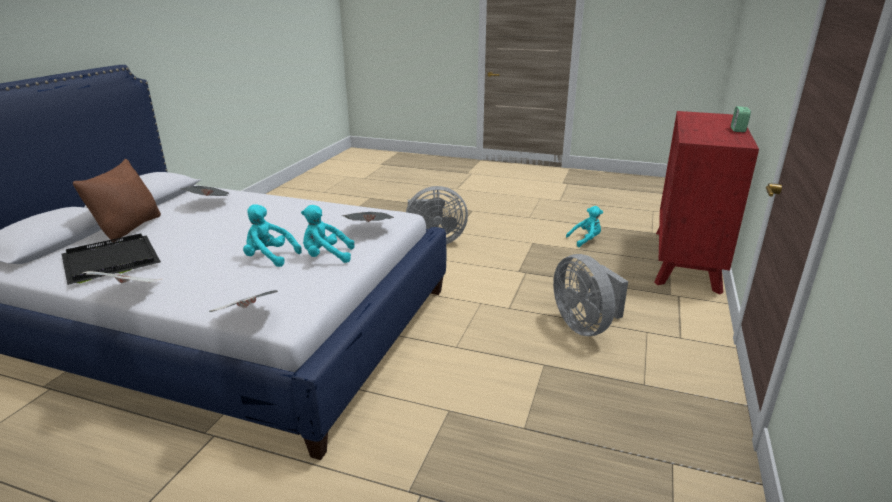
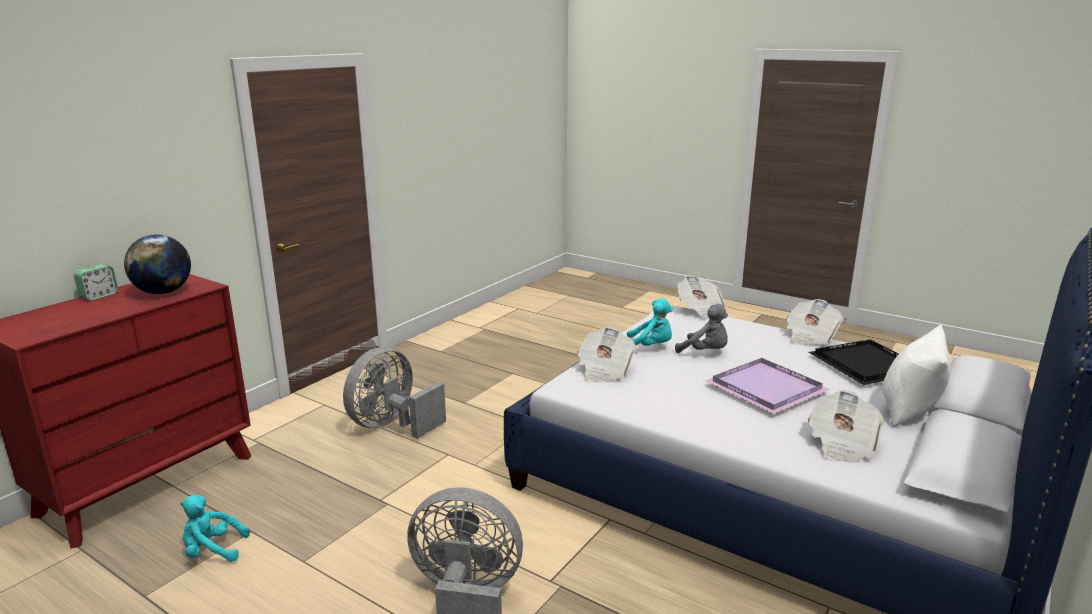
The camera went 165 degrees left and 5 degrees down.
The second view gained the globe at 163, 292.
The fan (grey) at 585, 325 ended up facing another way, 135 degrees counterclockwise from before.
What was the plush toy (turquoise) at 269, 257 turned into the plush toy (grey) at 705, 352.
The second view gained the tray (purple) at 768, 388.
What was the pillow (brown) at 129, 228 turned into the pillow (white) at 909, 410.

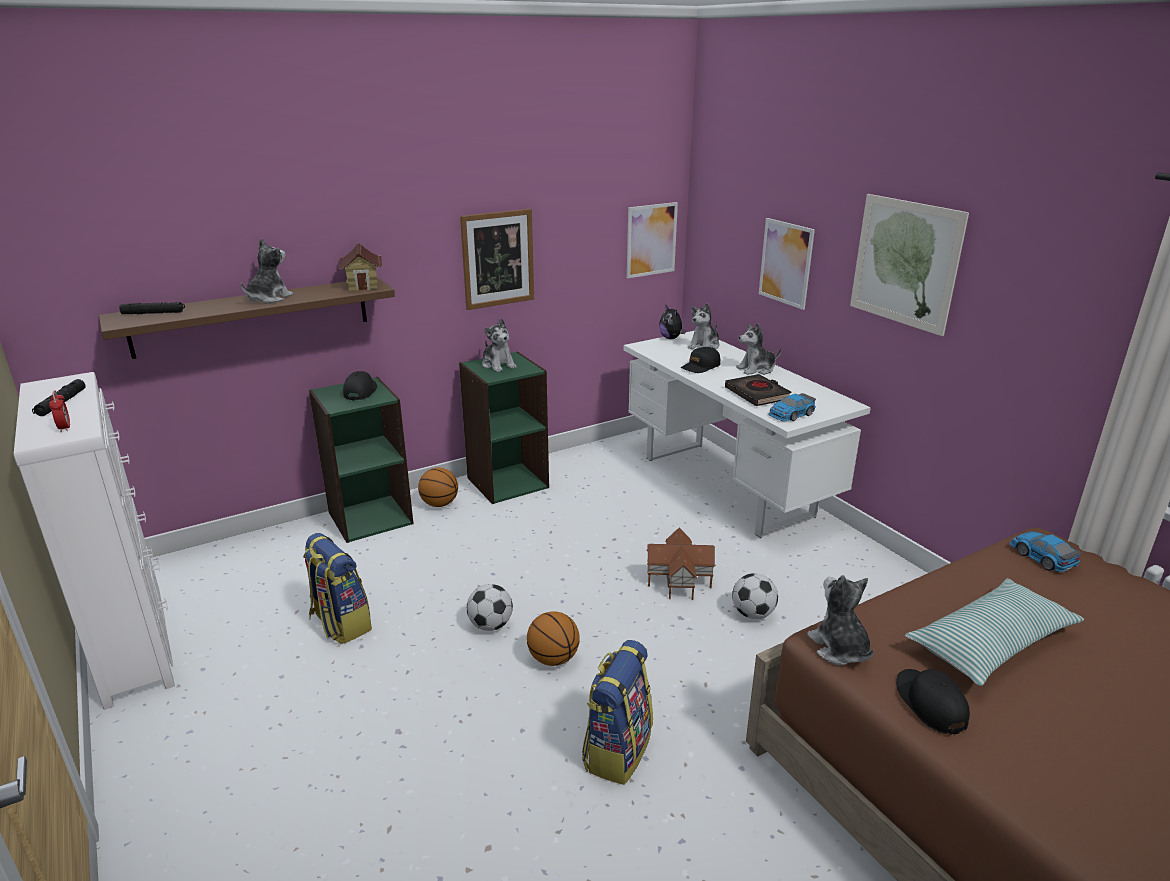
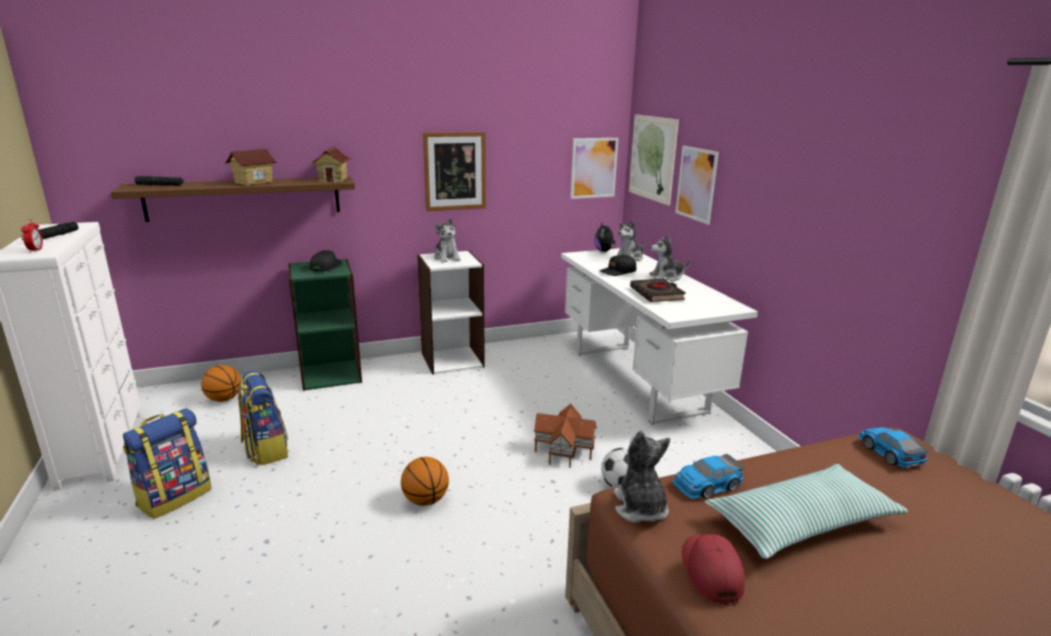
The camera went 10 degrees right and 5 degrees down.
The backpack ended up elsewhere, having gone from 617, 750 to 175, 497.
The basketball ended up elsewhere, having gone from 439, 504 to 224, 399.
Where the plush toy stood at 268, 298, the toy house came to stand at 253, 182.
What was the bookcase (green) at 507, 482 turned into the bookcase (white) at 452, 359.
The picture ended up elsewhere, having gone from 905, 263 to 652, 158.
The toy car ended up elsewhere, having gone from 791, 414 to 706, 485.
What was the cap (black) at 930, 704 turned into the cap (red) at 710, 571.
The second view lost the football at 490, 625.

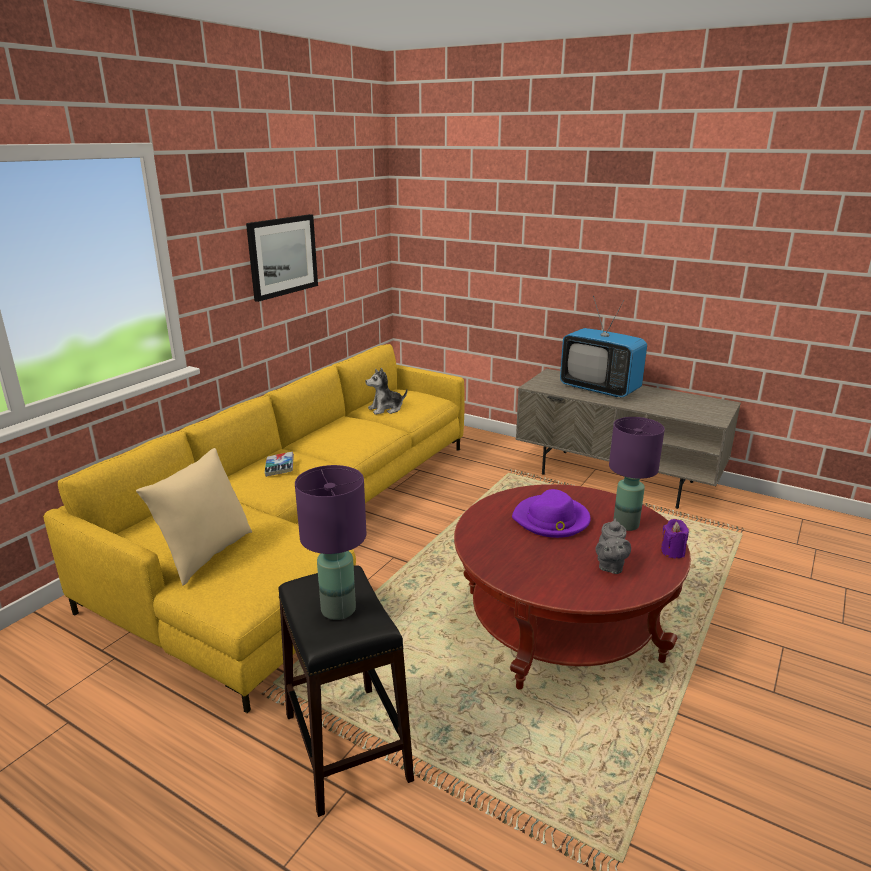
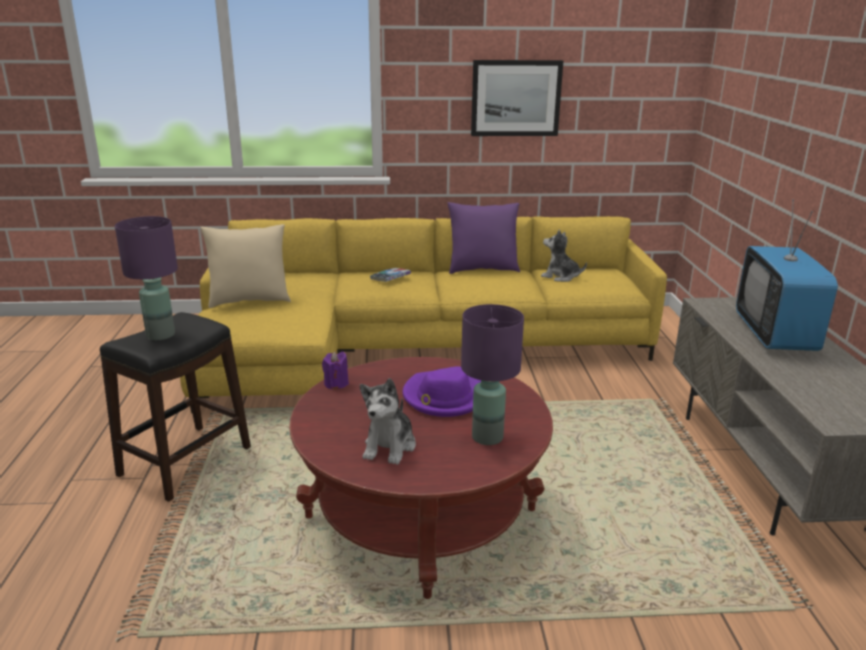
The camera went 55 degrees right and 0 degrees up.
The candle (purple) ended up elsewhere, having gone from 672, 552 to 336, 384.
Where the teapot (grey) stood at 610, 566, the plush toy came to stand at 390, 446.
The second view gained the pillow (purple) at 482, 269.

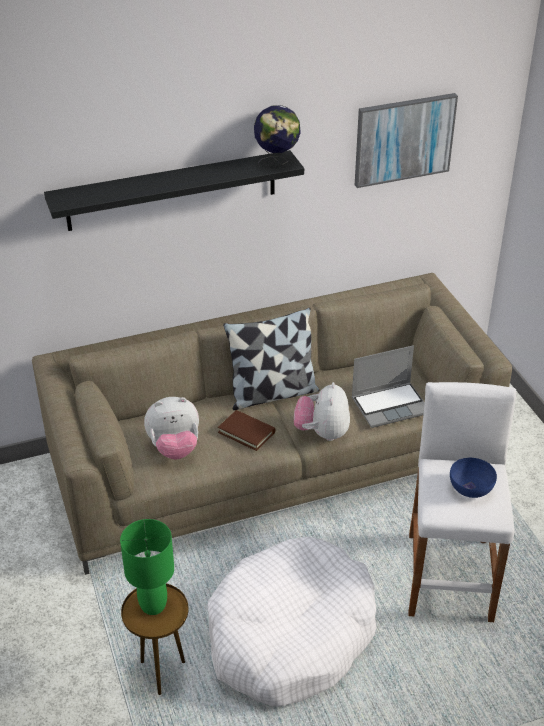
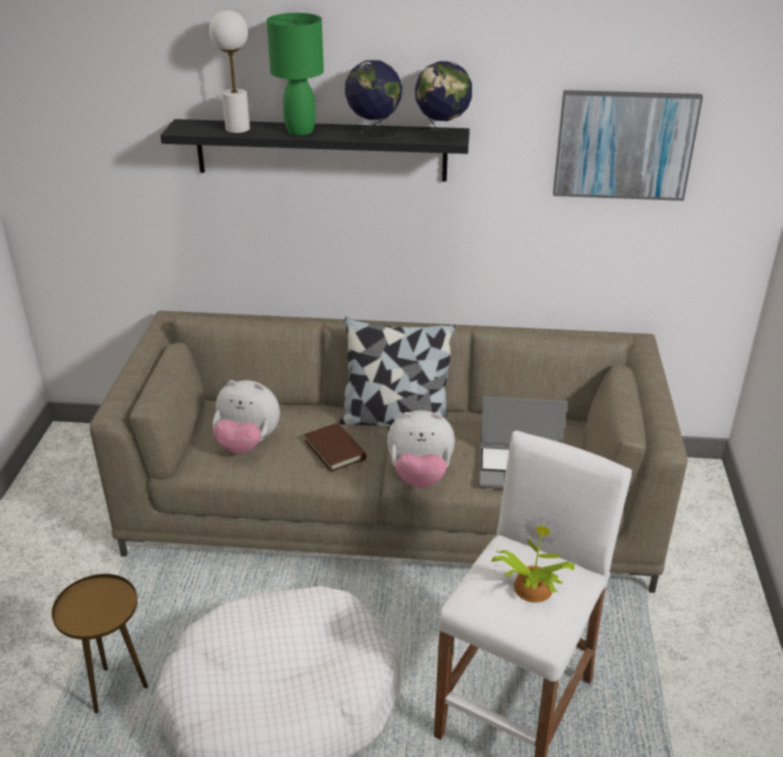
The camera went 25 degrees right and 5 degrees down.
The second view gained the table lamp (white) at 238, 129.
The table lamp (green) ended up elsewhere, having gone from 153, 605 to 300, 131.
The second view gained the globe at 373, 133.
The plush toy at 322, 433 ended up facing another way, 120 degrees counterclockwise from before.
Where the bowl (blue) stood at 470, 488, the potted plant came to stand at 531, 588.

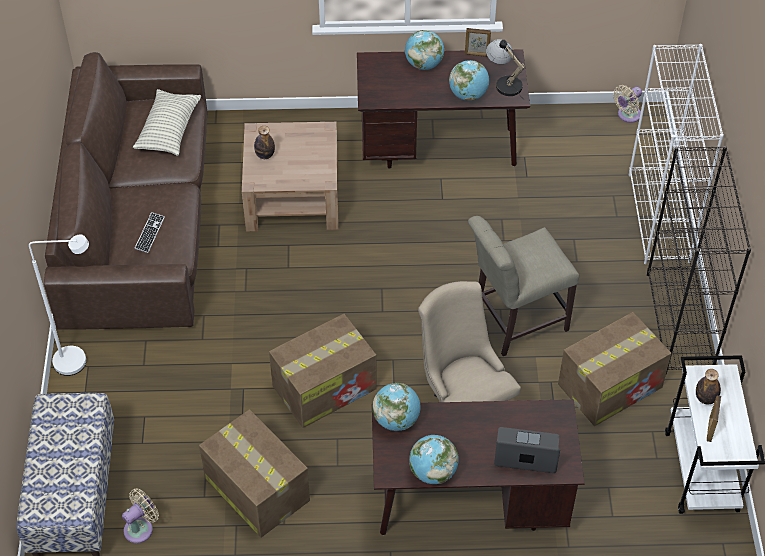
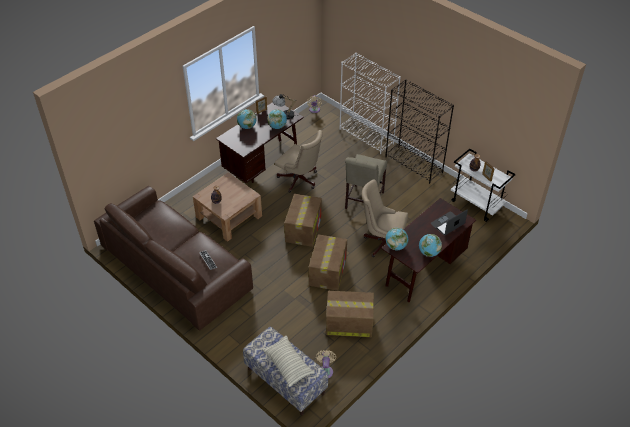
The camera went 45 degrees left and 5 degrees down.
The pillow ended up elsewhere, having gone from 169, 130 to 288, 365.
The second view gained the office chair (beige) at 300, 180.
The cardboard box ended up elsewhere, having gone from 611, 385 to 303, 229.
The second view lost the floor lamp (white) at 79, 360.

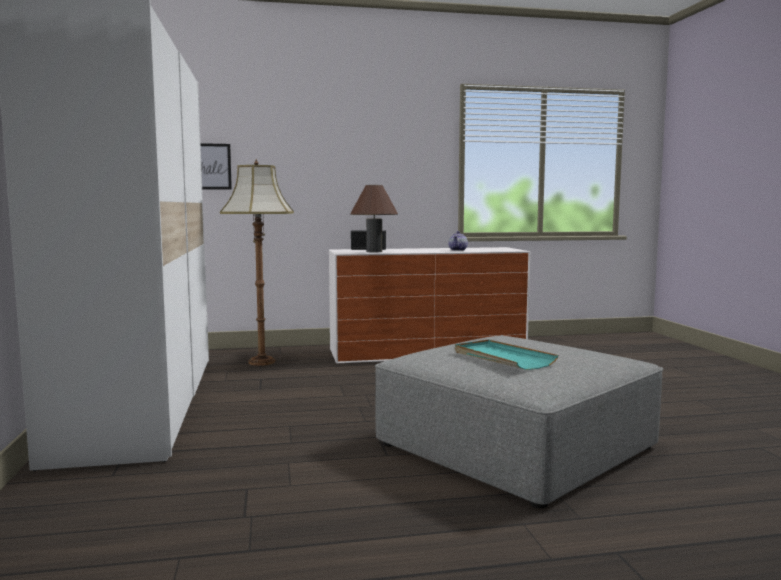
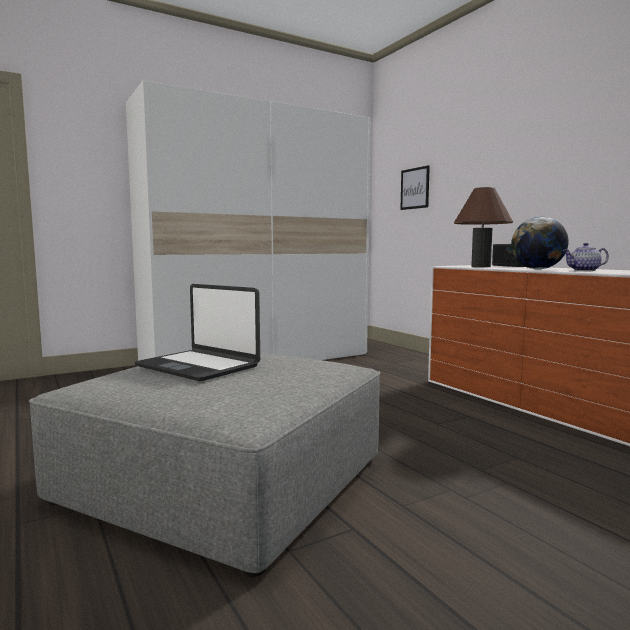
The camera went 70 degrees right and 0 degrees up.
Where the tray (turquoise) stood at 502, 358, the laptop came to stand at 199, 366.
The second view gained the globe at 537, 269.
The second view lost the floor lamp at 262, 362.

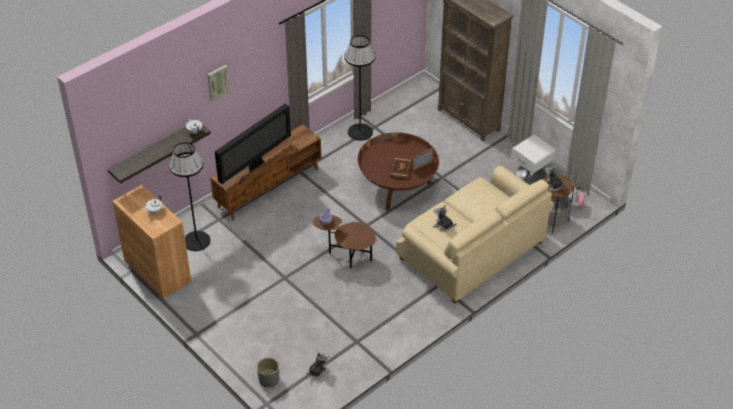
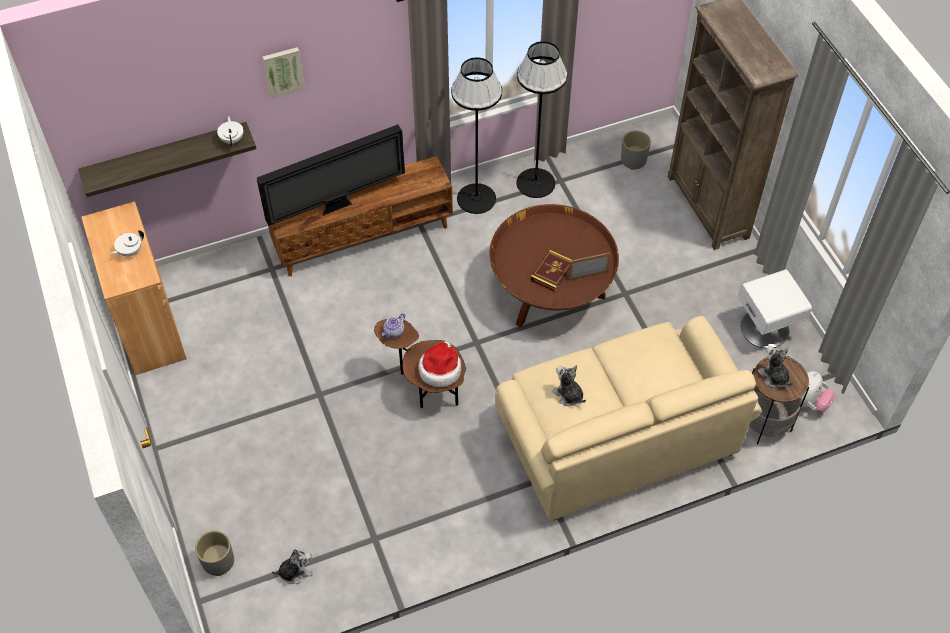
The camera went 20 degrees right and 10 degrees up.
The second view gained the hat at 440, 369.
The floor lamp (black) ended up elsewhere, having gone from 196, 241 to 476, 199.
The second view gained the planter (grey) at 633, 160.

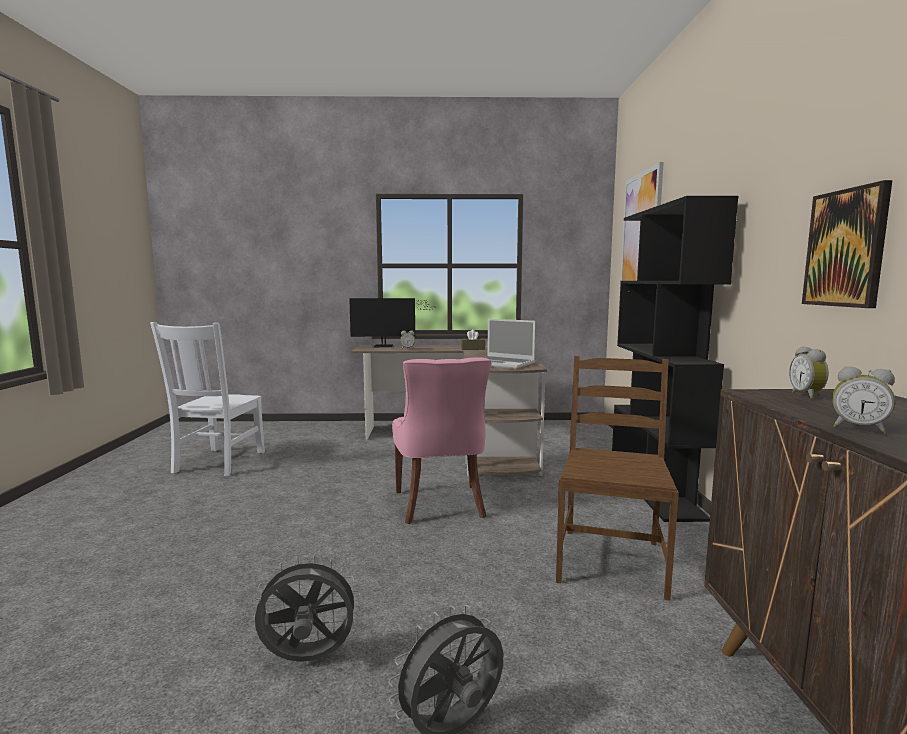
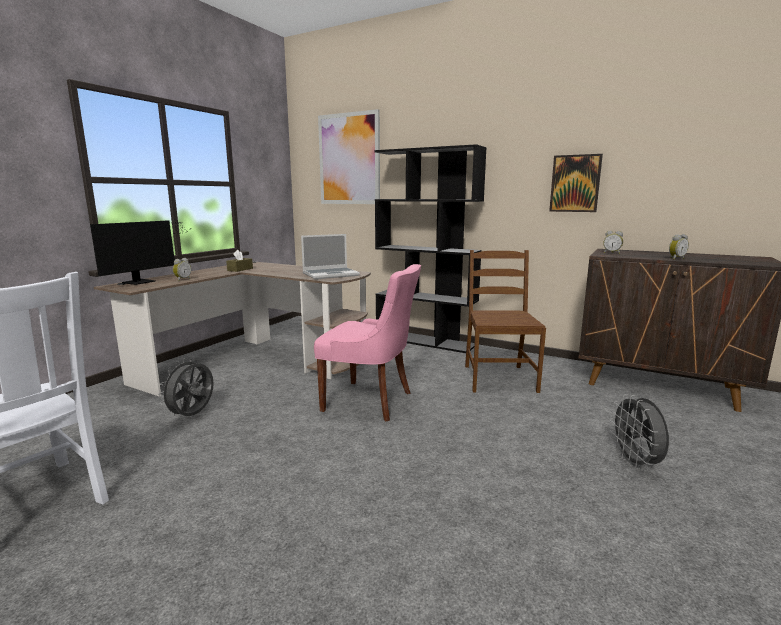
The camera went 60 degrees left and 5 degrees up.
The fan (grey) ended up elsewhere, having gone from 307, 660 to 193, 416.
The chair (brown) at 610, 560 ended up facing another way, 45 degrees clockwise from before.

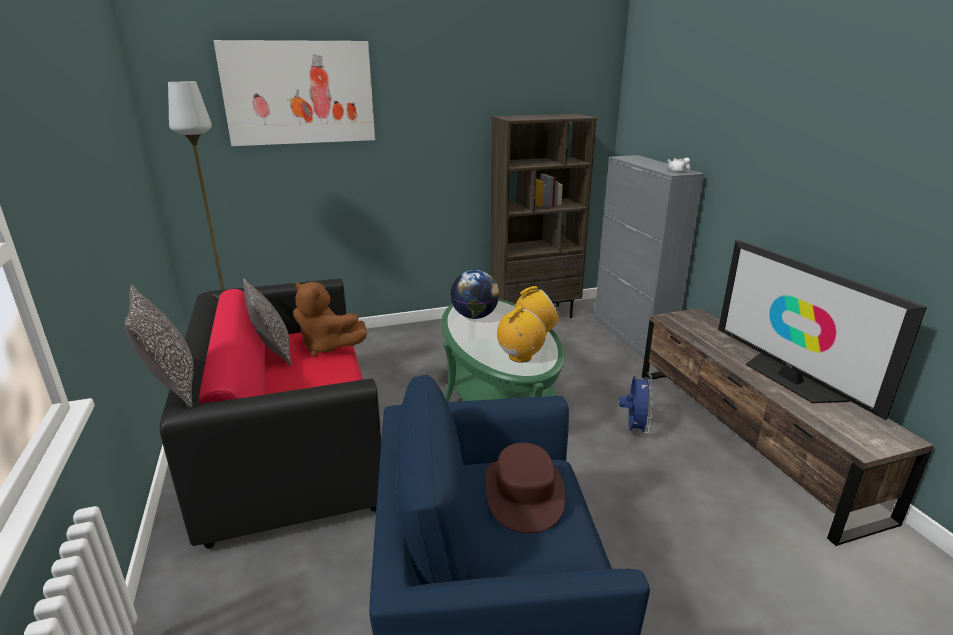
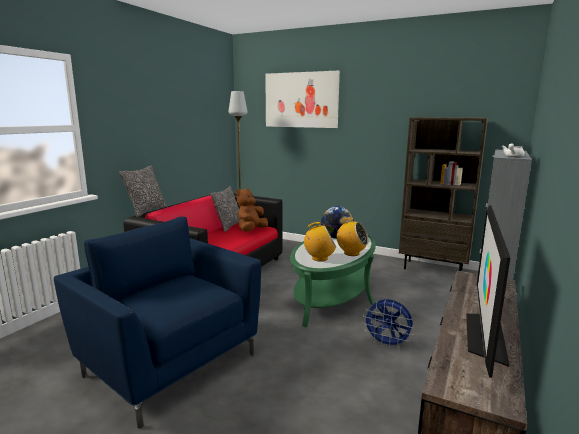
The camera went 45 degrees right and 10 degrees down.
The plush toy (brown) at 327, 347 ended up facing another way, 45 degrees clockwise from before.
The fan (blue) at 634, 429 ended up facing another way, 60 degrees clockwise from before.
The second view lost the hat (brown) at 524, 493.

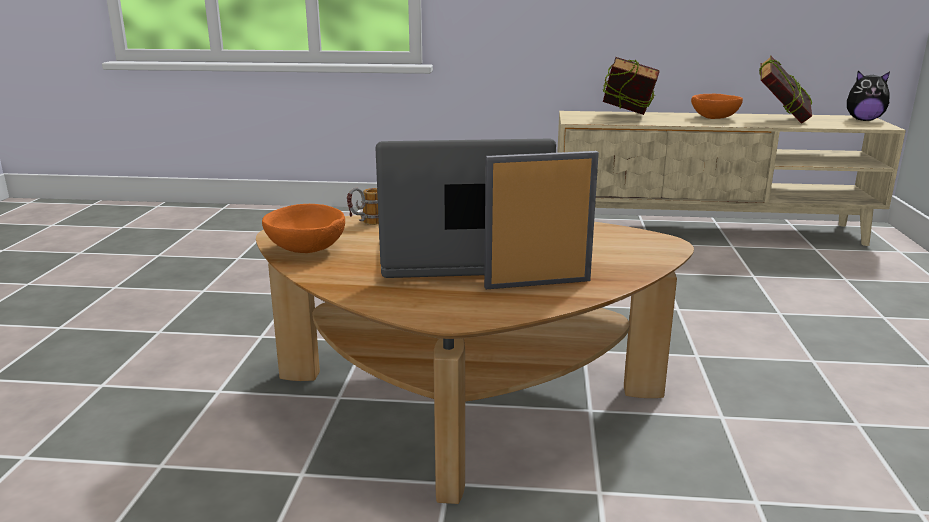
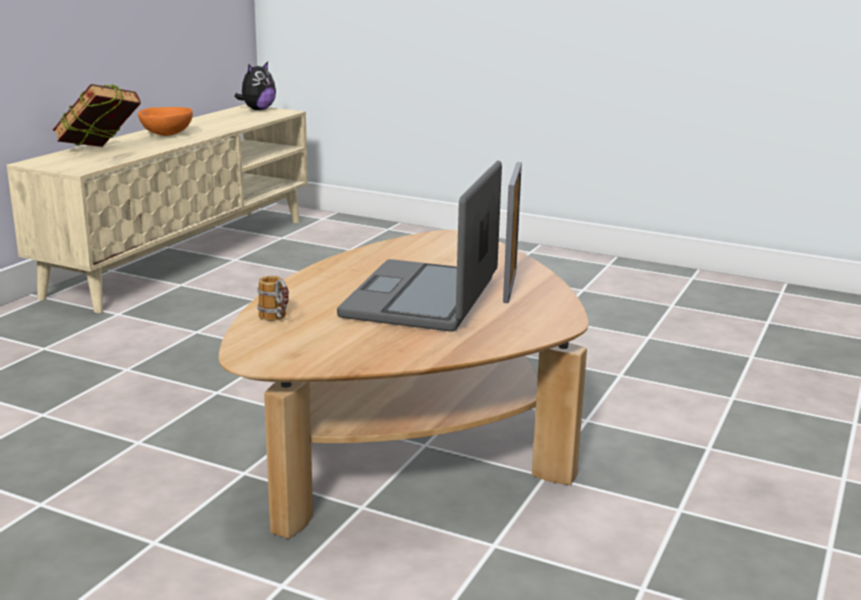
The camera went 70 degrees left and 0 degrees up.
The second view lost the bowl (orange) at 305, 249.
The second view lost the book at 781, 120.

